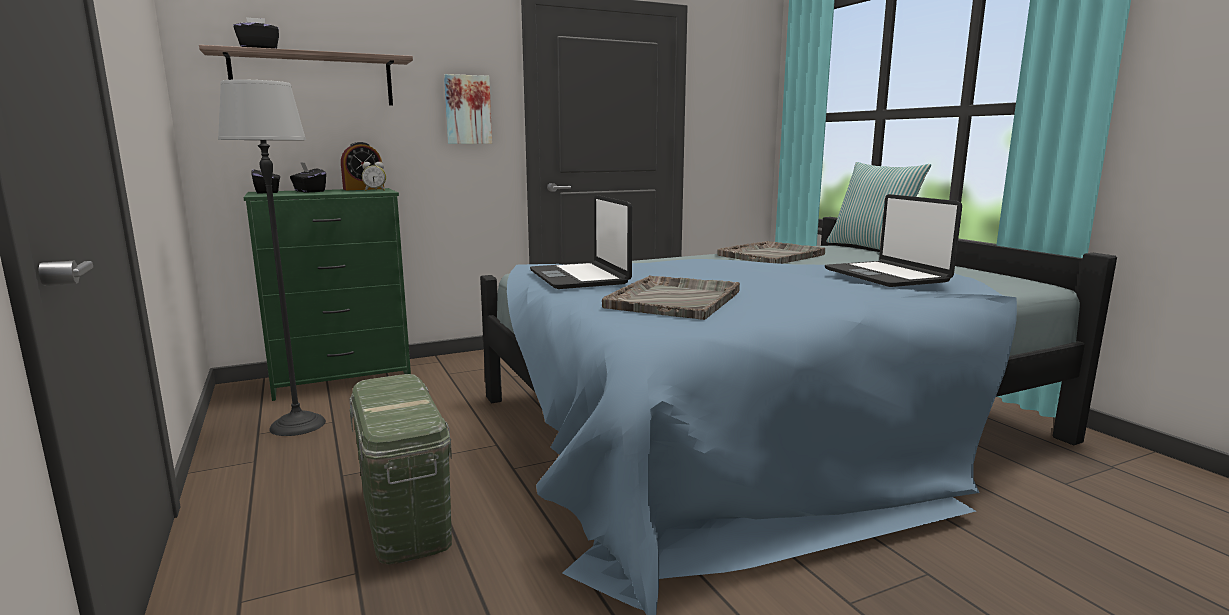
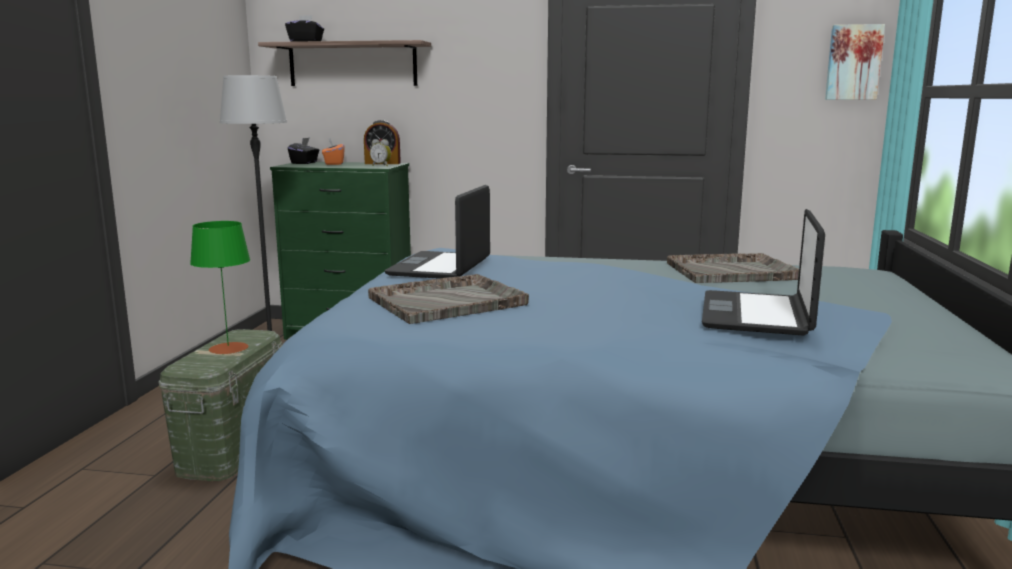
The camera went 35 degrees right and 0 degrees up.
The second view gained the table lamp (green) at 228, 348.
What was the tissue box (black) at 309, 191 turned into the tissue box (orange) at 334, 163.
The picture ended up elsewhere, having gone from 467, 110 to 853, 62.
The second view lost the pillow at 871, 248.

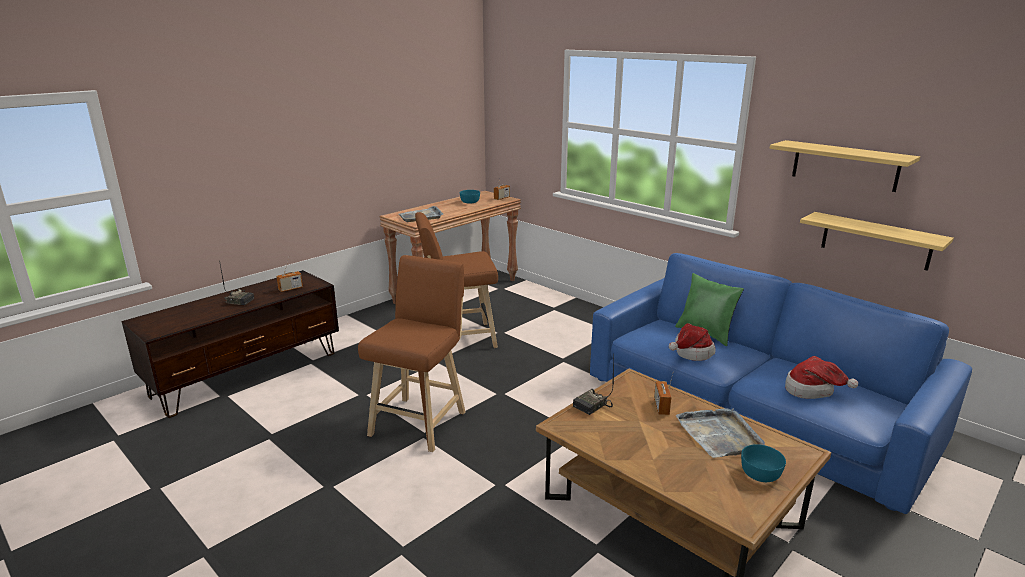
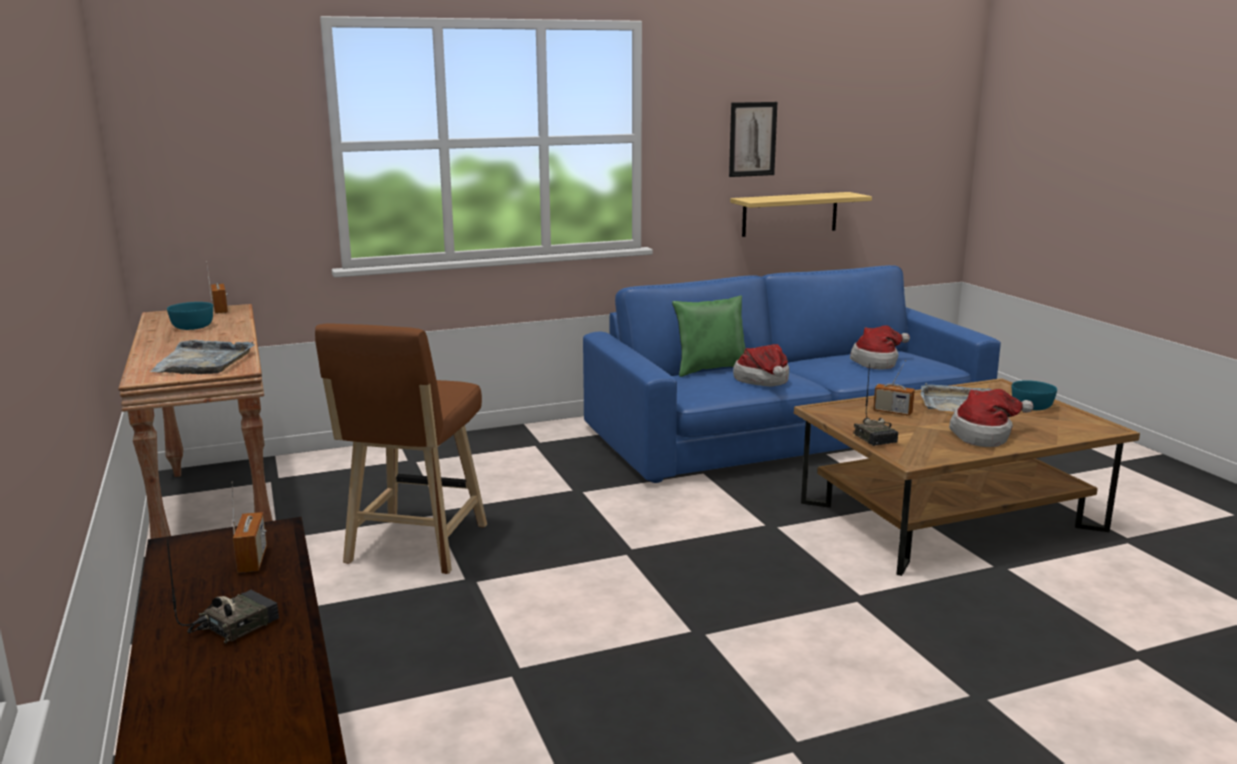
The camera went 65 degrees left and 5 degrees down.
Where the shelf hung at 845, 165, the picture came to hang at 752, 139.
The second view gained the hat at 985, 435.
The second view lost the stool (brown) at 421, 421.

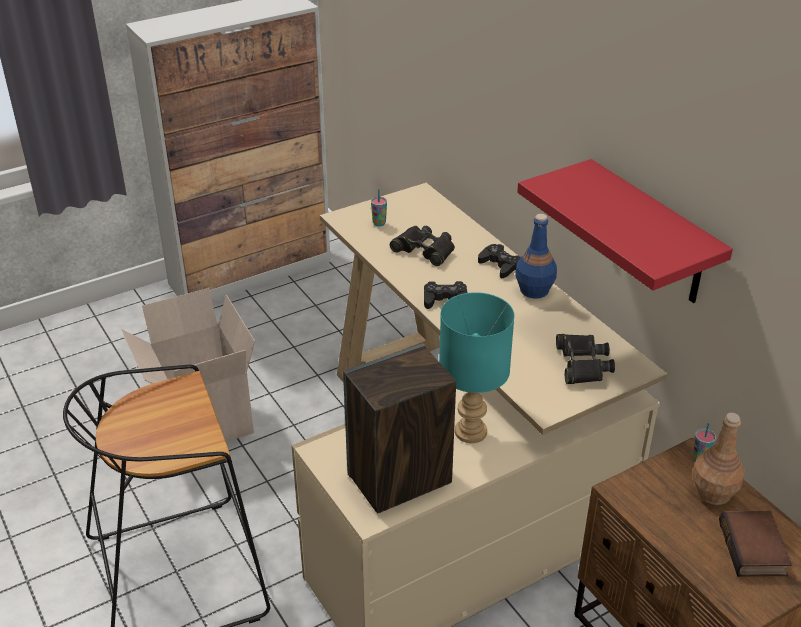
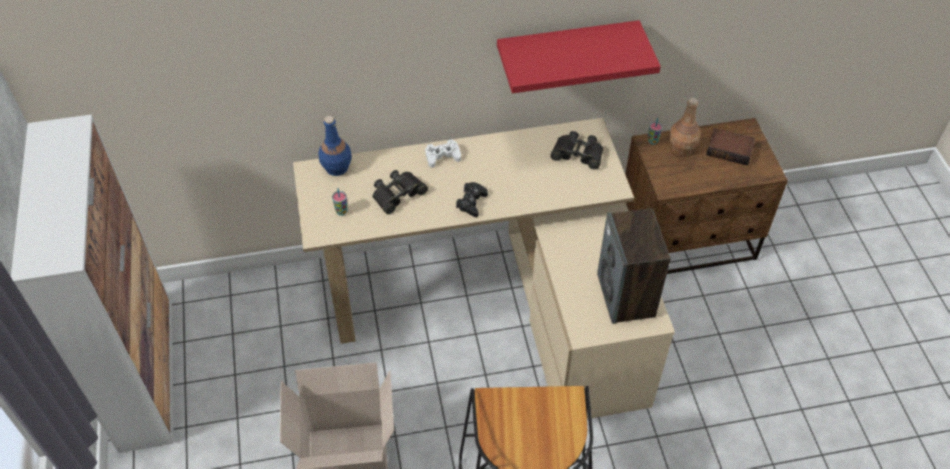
The camera went 70 degrees left and 15 degrees up.
The bottle (blue) ended up elsewhere, having gone from 534, 290 to 336, 167.
What was the game controller (black) at 500, 265 turned into the game controller (white) at 442, 156.
The second view lost the table lamp (turquoise) at 472, 432.

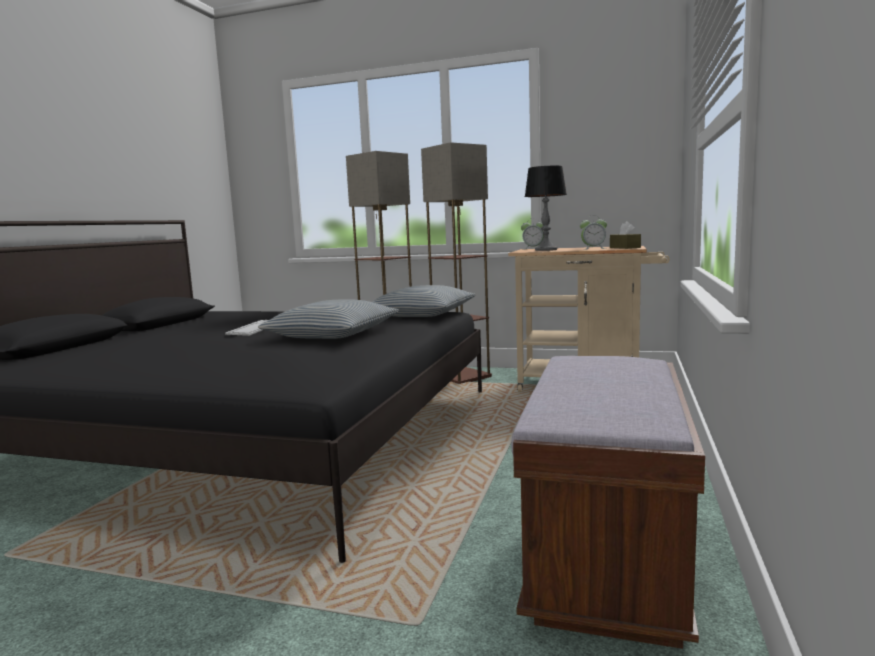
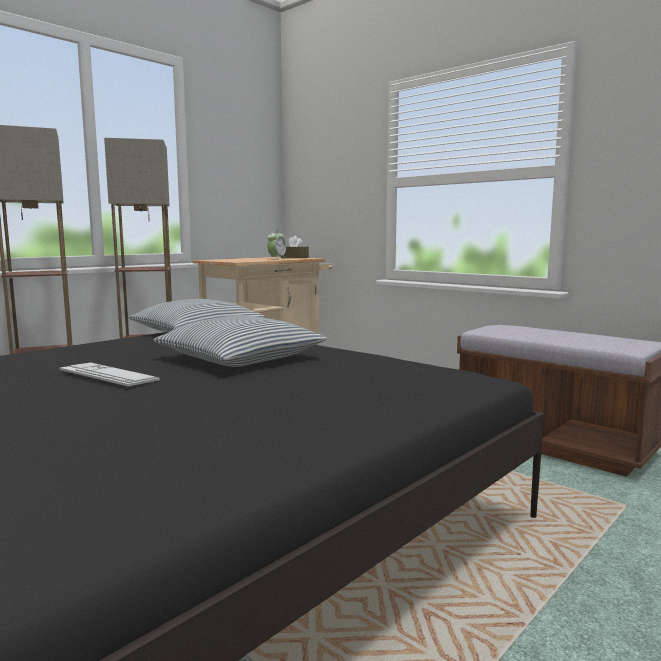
The camera went 65 degrees left and 0 degrees up.
The second view lost the alarm clock at 533, 248.
The second view lost the table lamp at 546, 250.

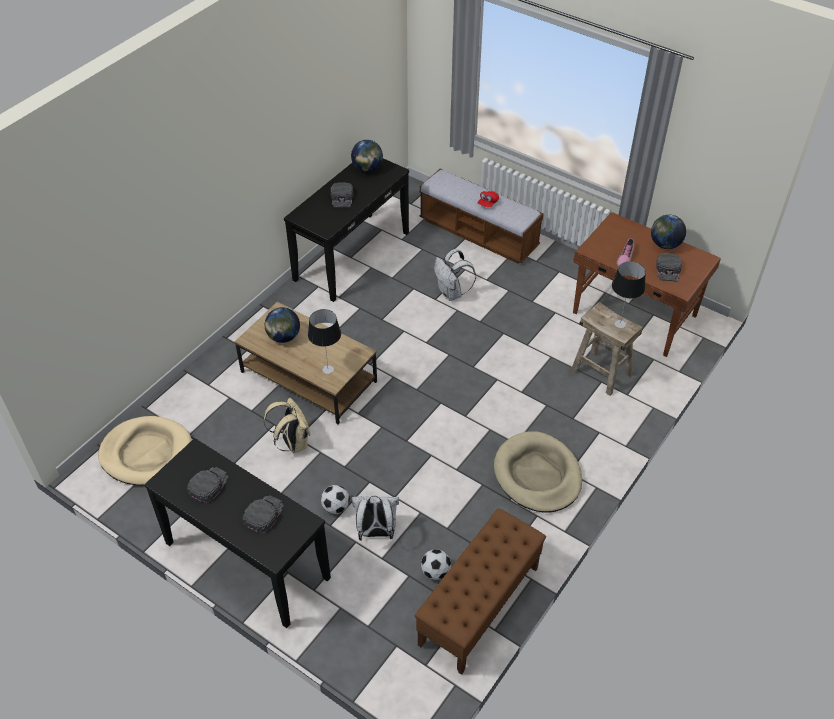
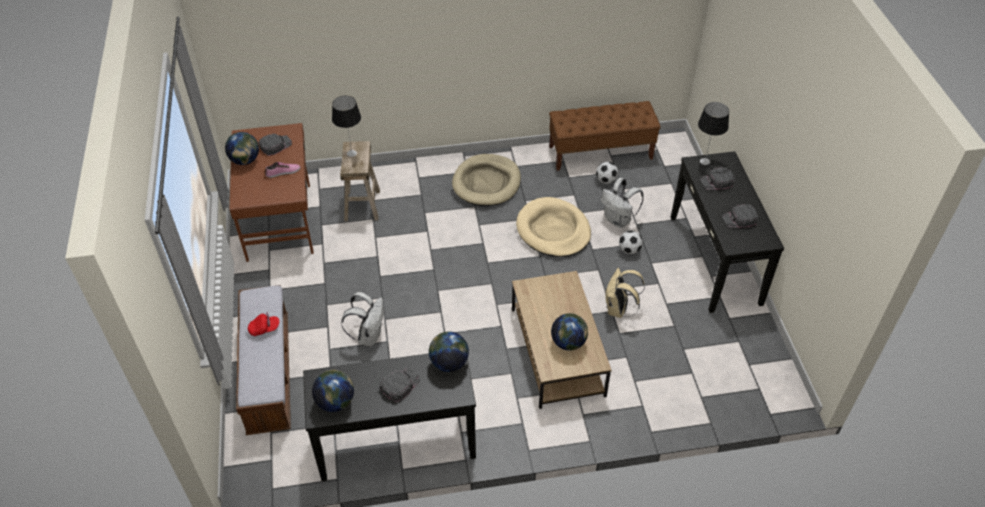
The camera went 135 degrees left and 0 degrees up.
The second view gained the globe at 449, 363.
The dog bed (beige) ended up elsewhere, having gone from 146, 453 to 553, 230.
The table lamp ended up elsewhere, having gone from 328, 369 to 704, 161.

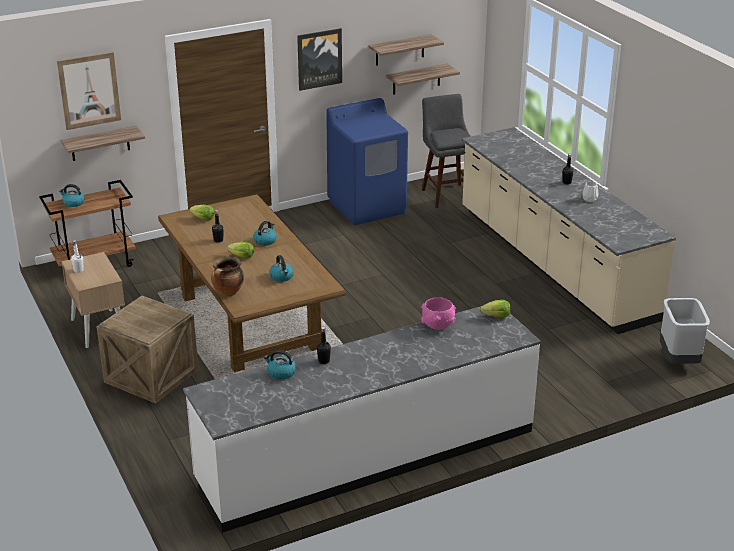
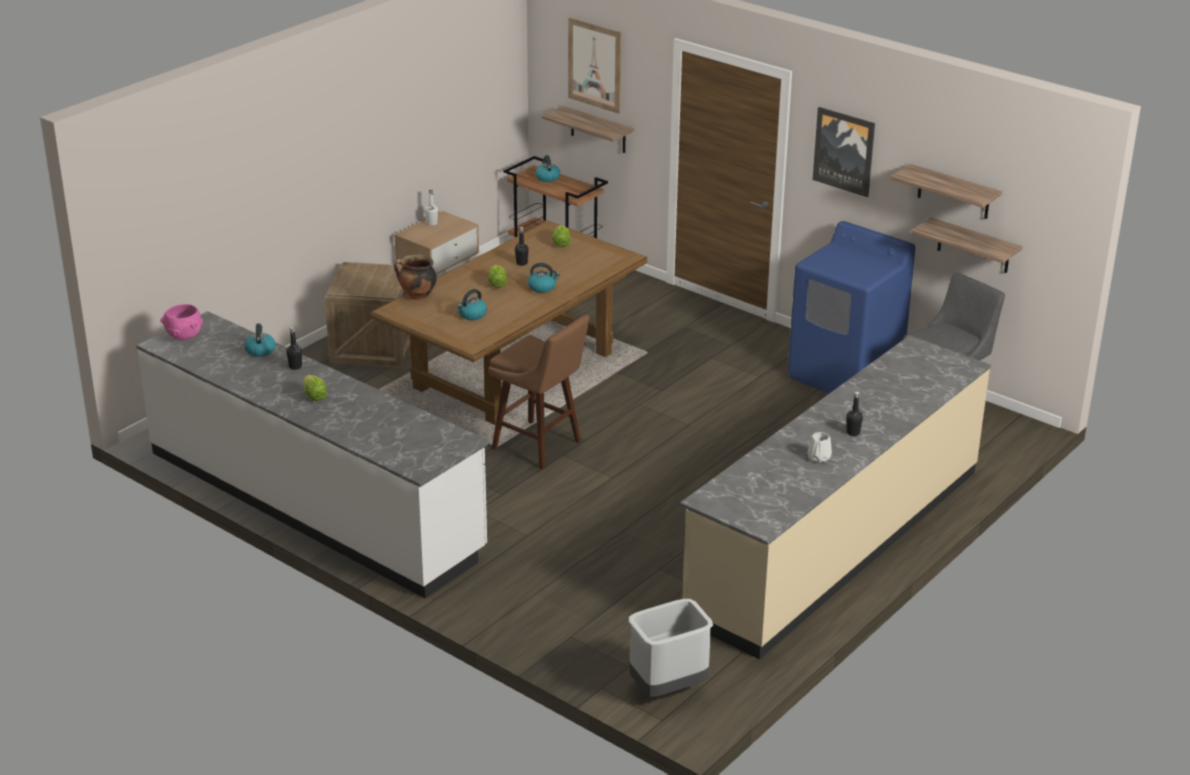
The camera went 65 degrees right and 0 degrees up.
The bowl (pink) ended up elsewhere, having gone from 438, 325 to 184, 336.
The lettuce ended up elsewhere, having gone from 496, 316 to 314, 396.
The second view gained the stool (brown) at 540, 446.

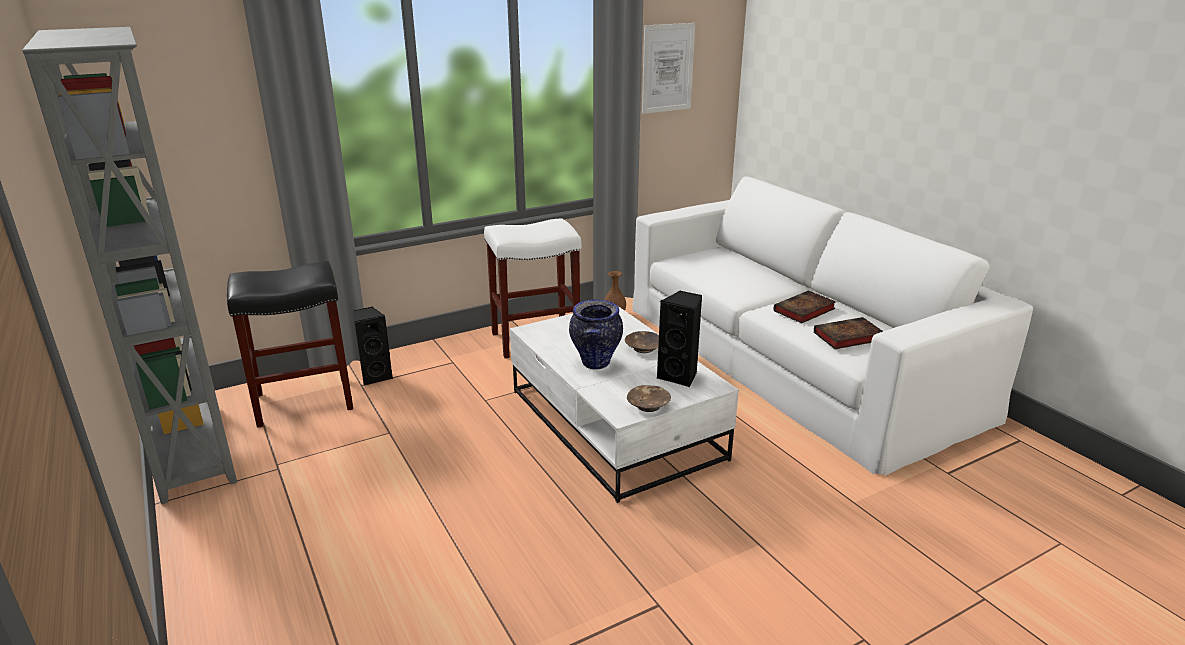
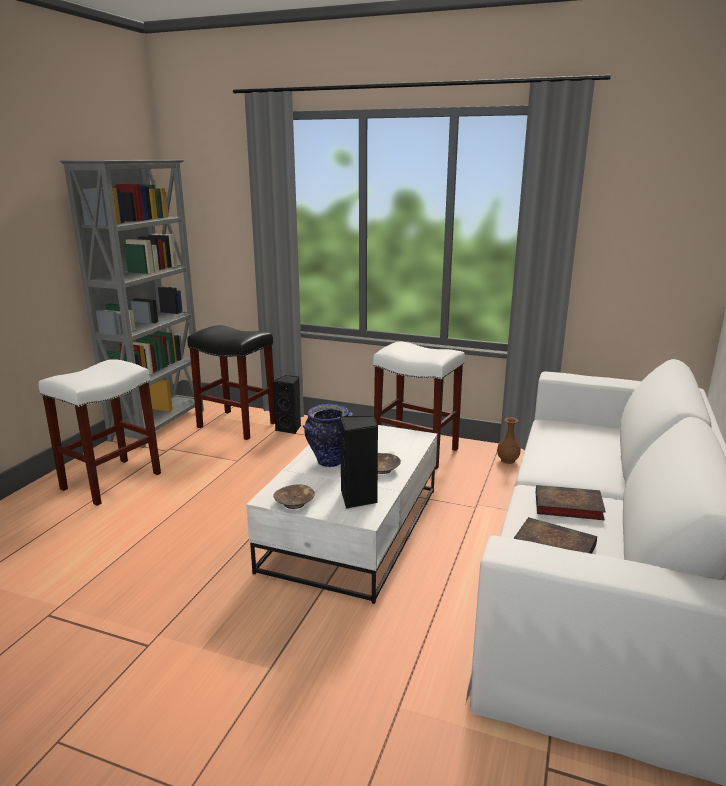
The camera went 50 degrees right and 5 degrees down.
The second view gained the stool (white) at 112, 480.
The second view lost the picture at 667, 68.

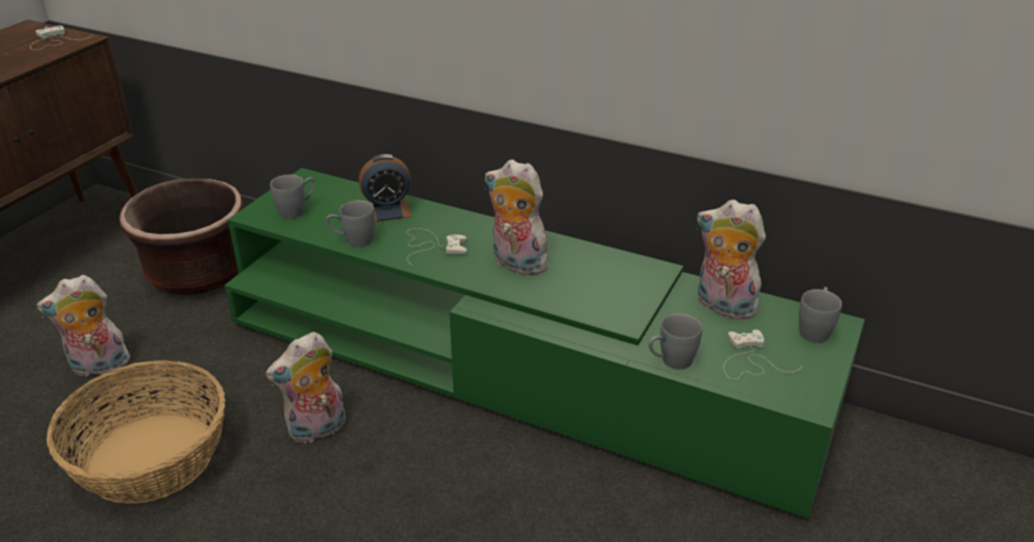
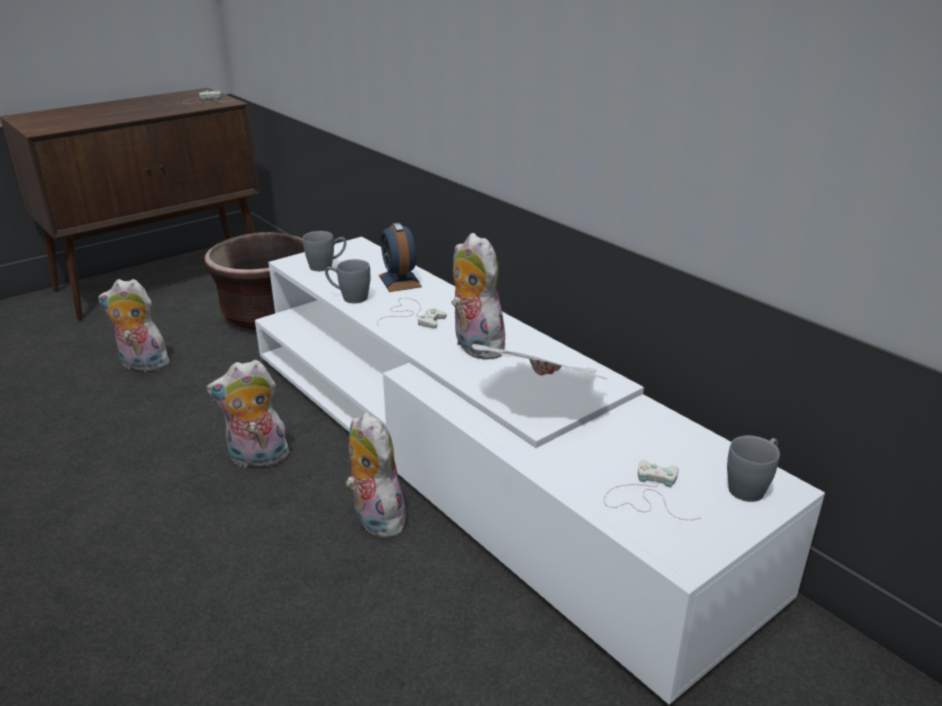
The camera went 25 degrees right and 5 degrees down.
What was the tv stand (green) at 517, 365 turned into the tv stand (white) at 471, 455.
The plush toy ended up elsewhere, having gone from 722, 307 to 374, 519.
The alarm clock at 387, 211 ended up facing another way, 60 degrees clockwise from before.
The second view gained the newspaper at 544, 394.
The second view lost the basket at 152, 456.
The second view lost the mug (grey) at 670, 362.

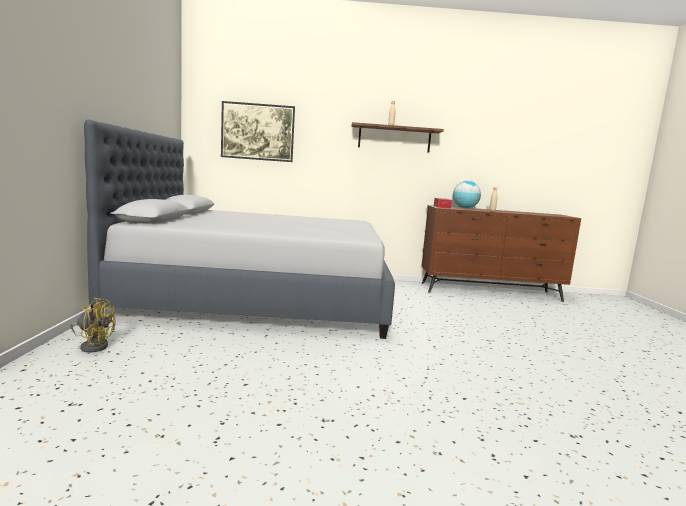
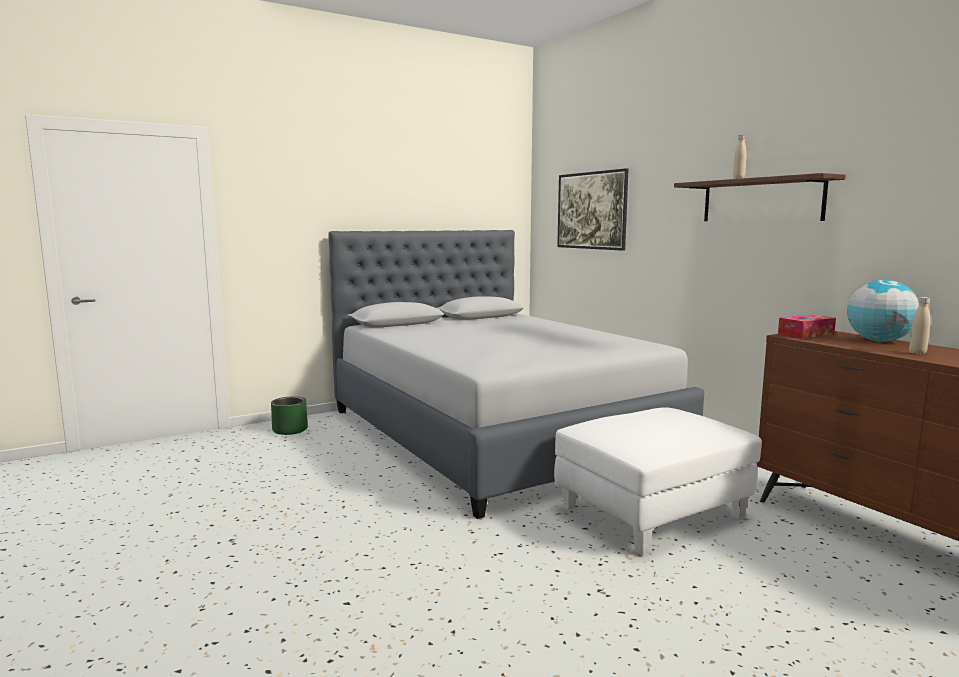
The camera went 60 degrees right and 0 degrees up.
Where the fan (yellow) stood at 93, 345, the planter (green) came to stand at 290, 430.
The second view gained the ottoman (white) at 652, 513.

